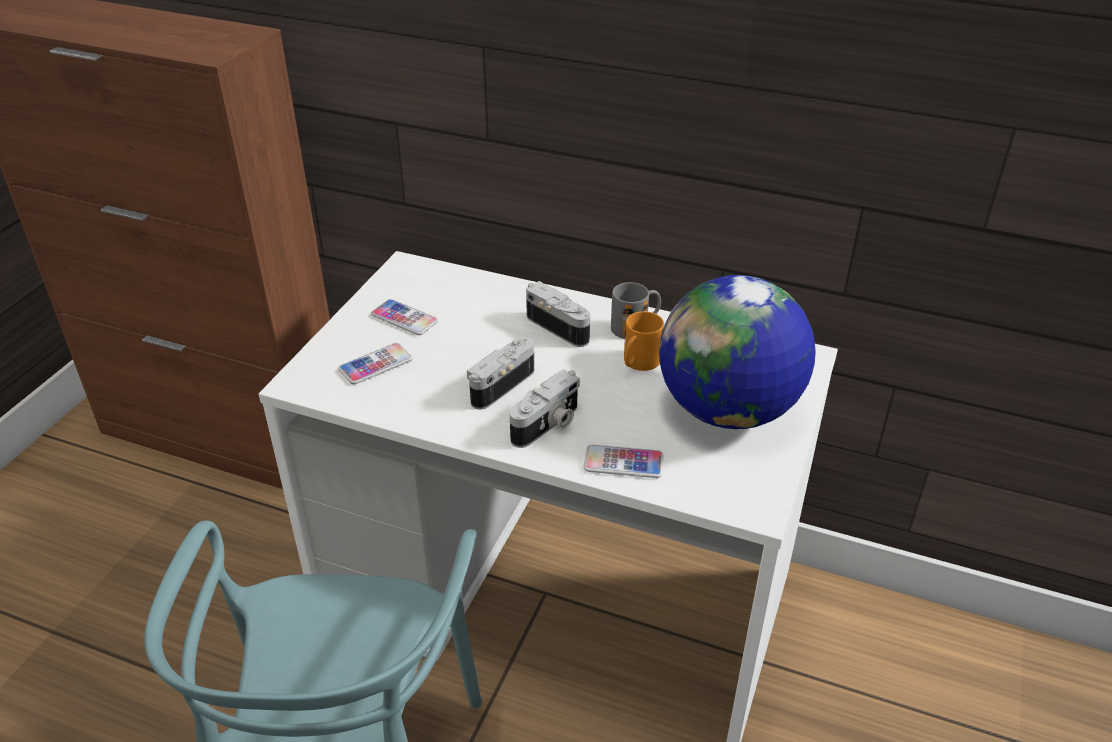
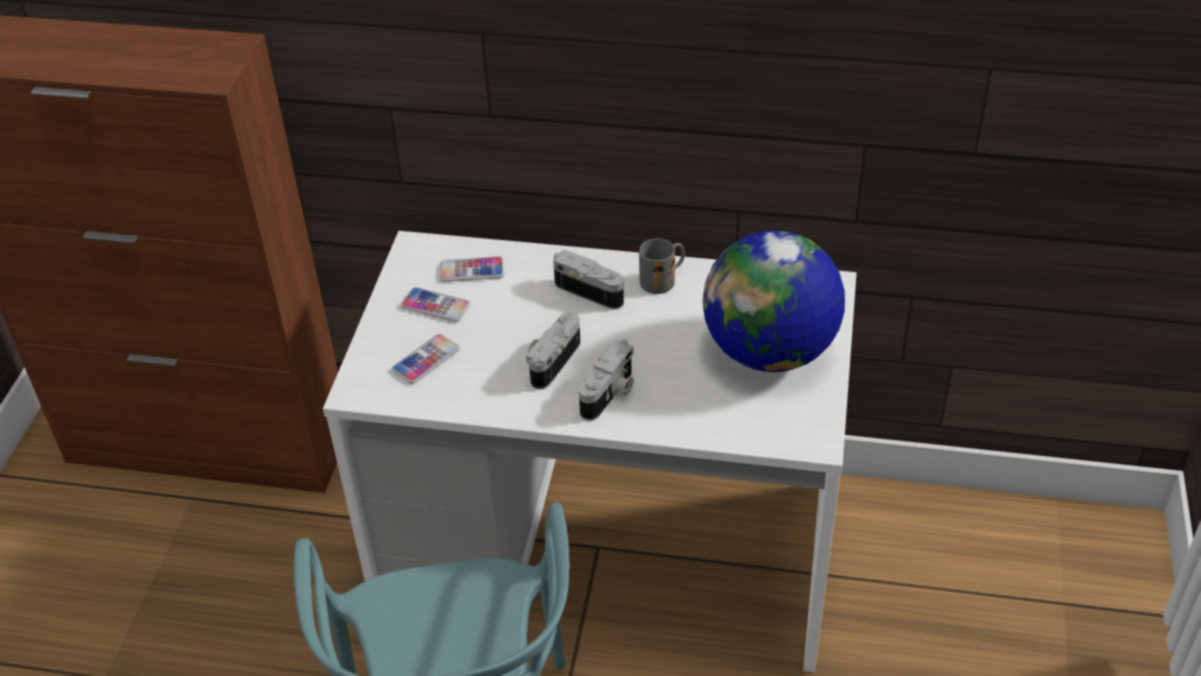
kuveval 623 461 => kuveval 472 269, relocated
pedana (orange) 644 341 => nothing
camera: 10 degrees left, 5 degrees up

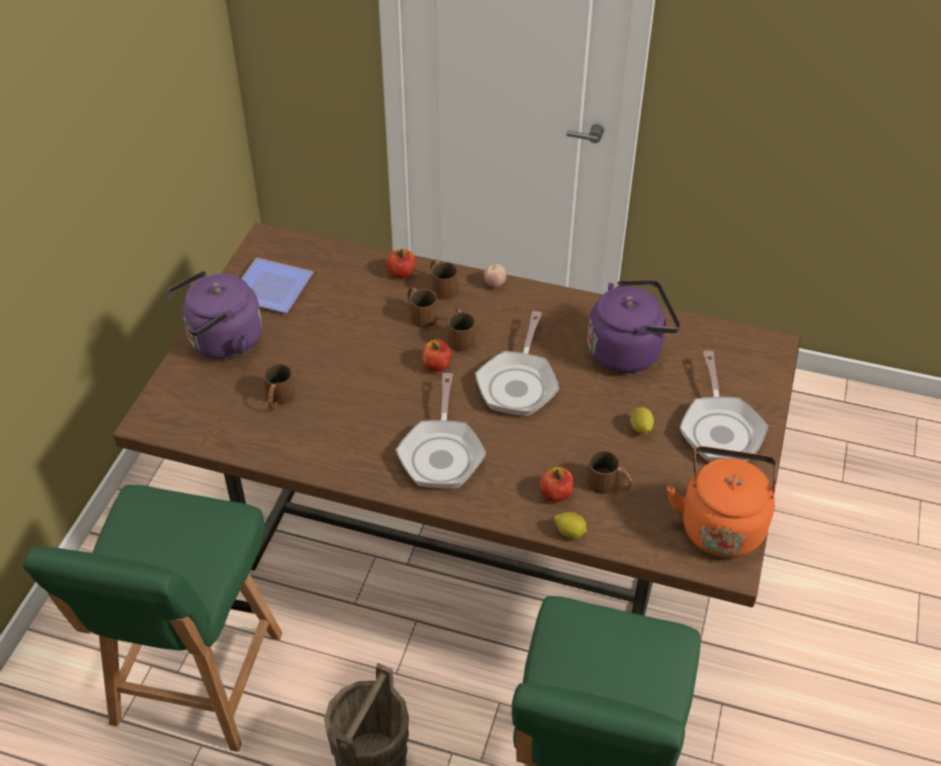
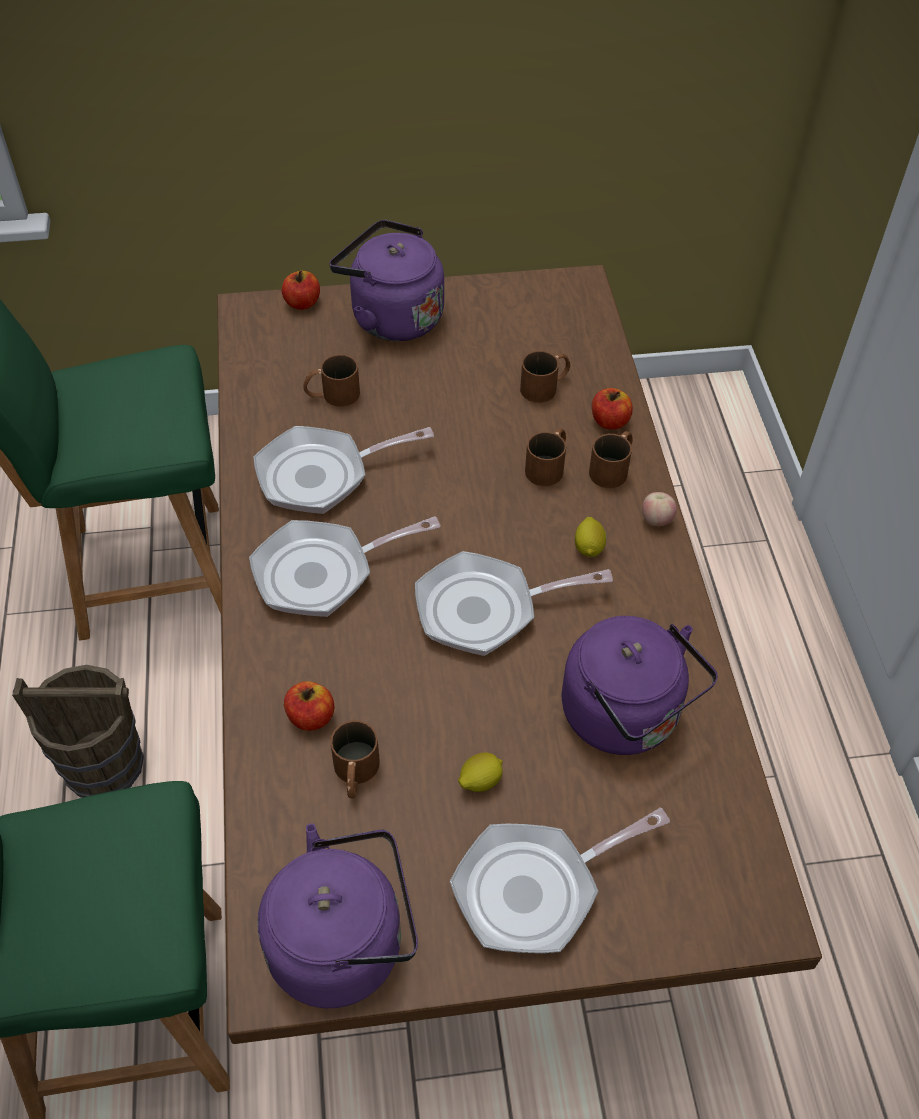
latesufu 277 285 => nothing
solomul 437 355 => solomul 301 290, relocated
pedana (brown) 461 329 => pedana (brown) 545 377, relocated
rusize 570 525 => rusize 591 537, relocated
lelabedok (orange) 722 502 => lelabedok (purple) 337 915
nothing => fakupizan 343 470
camera: 65 degrees right, 5 degrees up

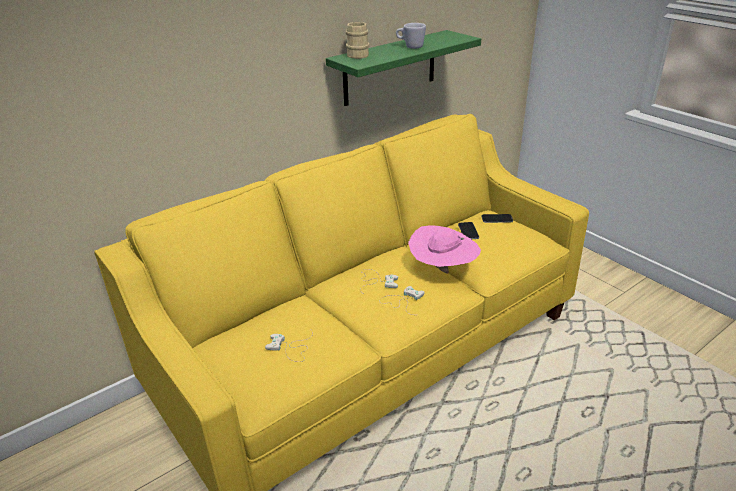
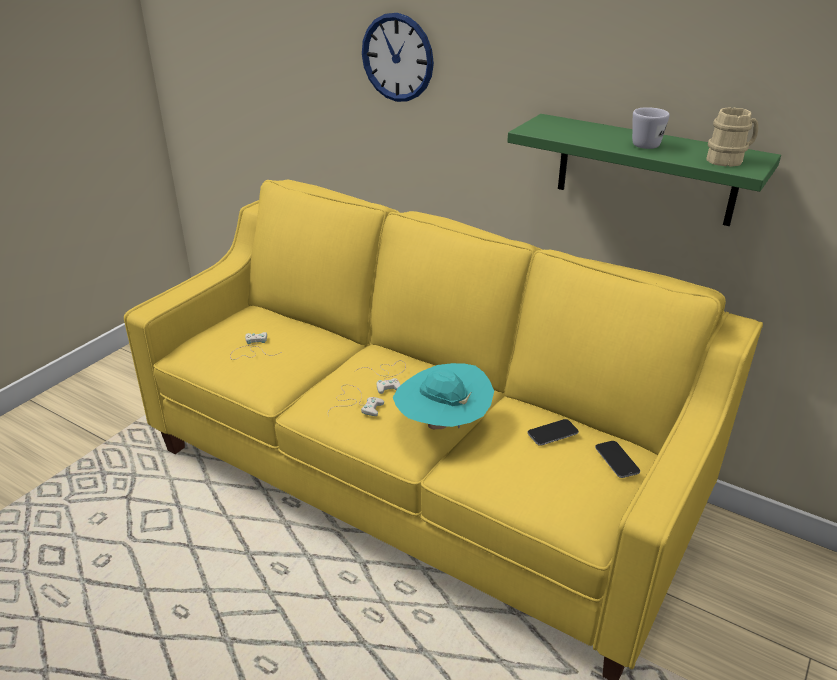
pedana (beige) 357 40 => pedana (beige) 732 137, relocated
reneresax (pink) 444 249 => reneresax (turquoise) 443 396
nothing => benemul 398 57
camera: 70 degrees right, 0 degrees up

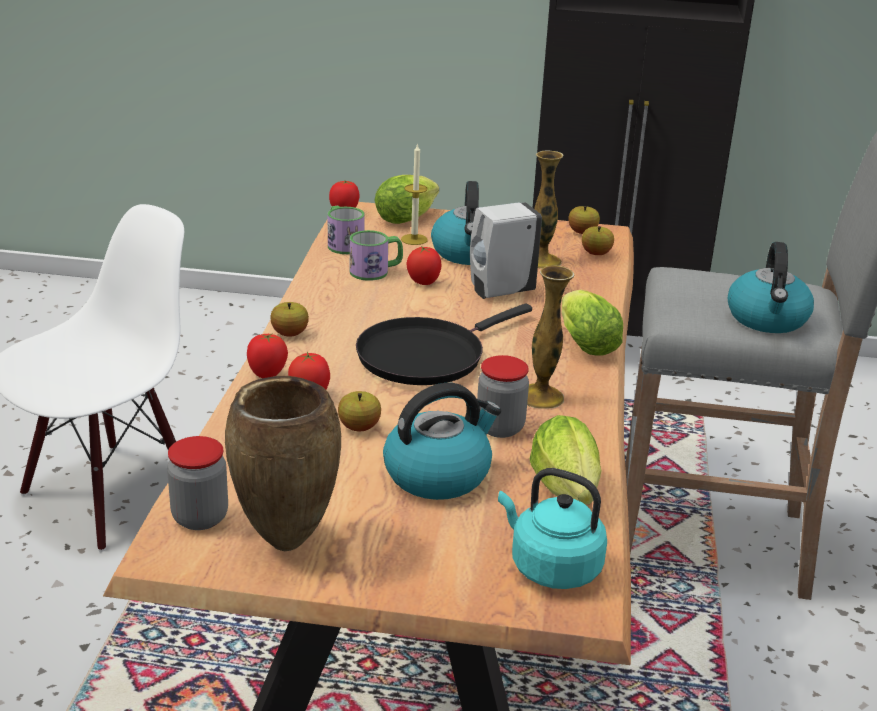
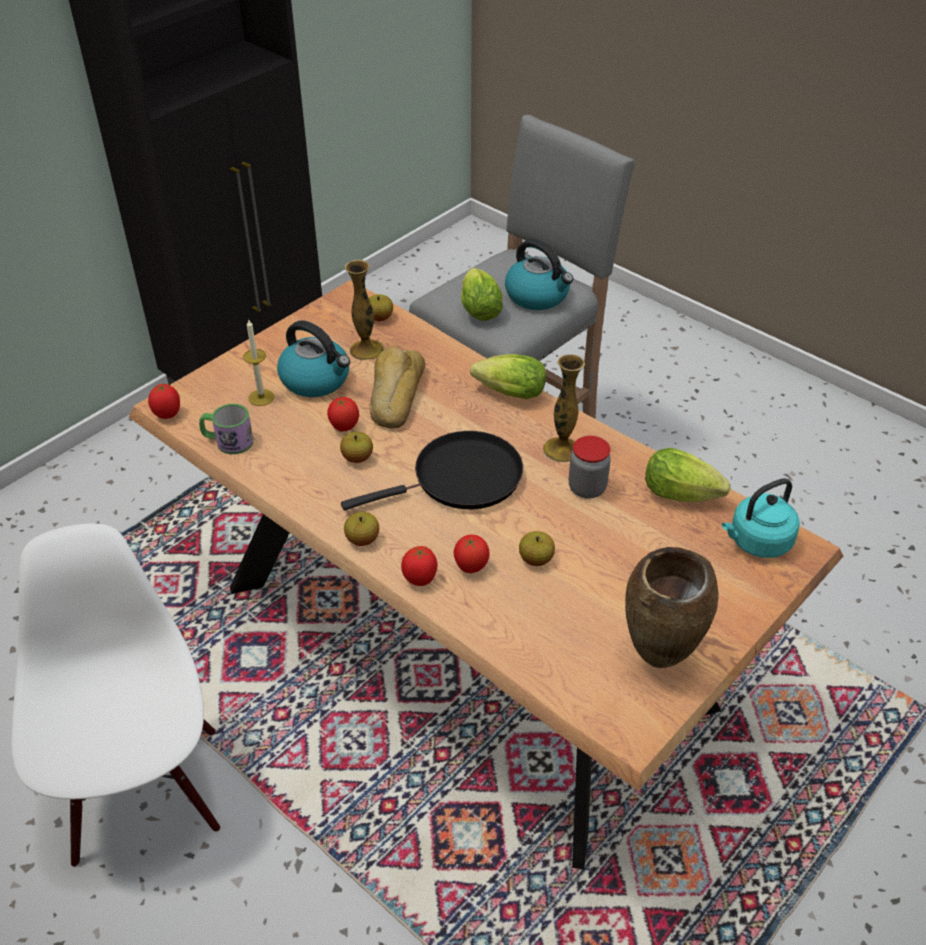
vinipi 197 483 => nothing
pedana 376 255 => nothing
fakupizan (black) 444 344 => fakupizan (black) 432 470, 105 degrees counterclockwise
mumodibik 407 199 => mumodibik 482 294, relocated
lelabedok 442 441 => nothing
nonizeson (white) 506 250 => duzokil 397 387
solomul 584 220 => solomul 356 447, relocated
camera: 55 degrees left, 15 degrees up

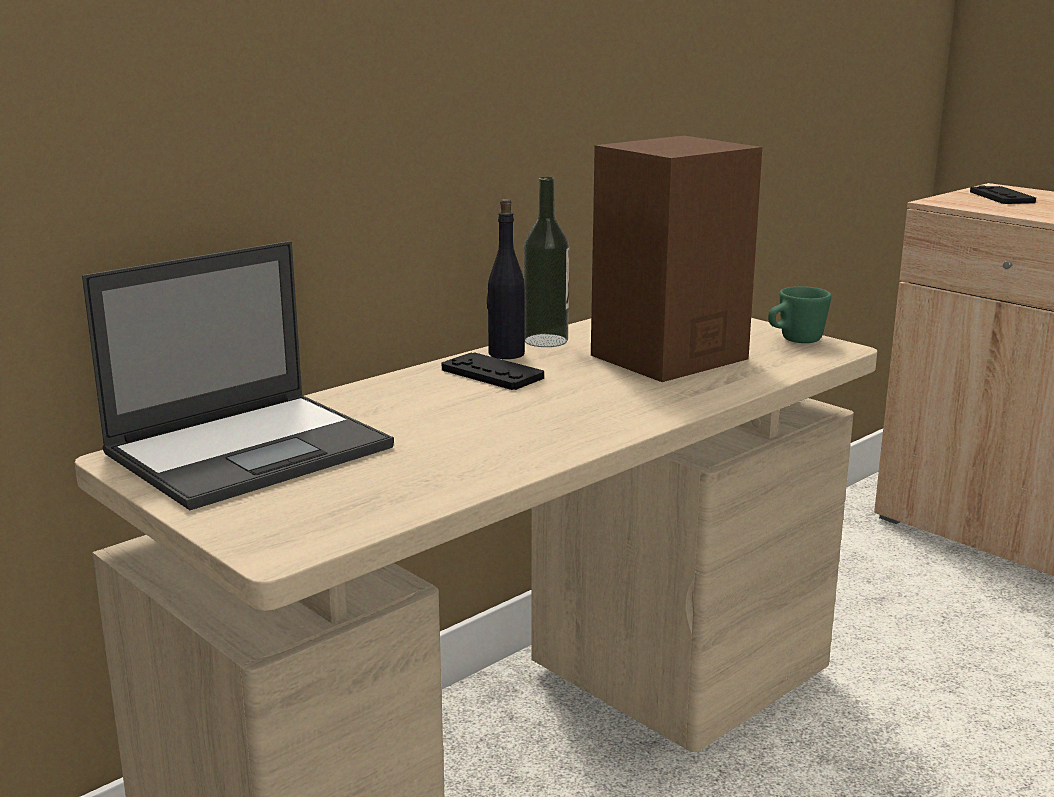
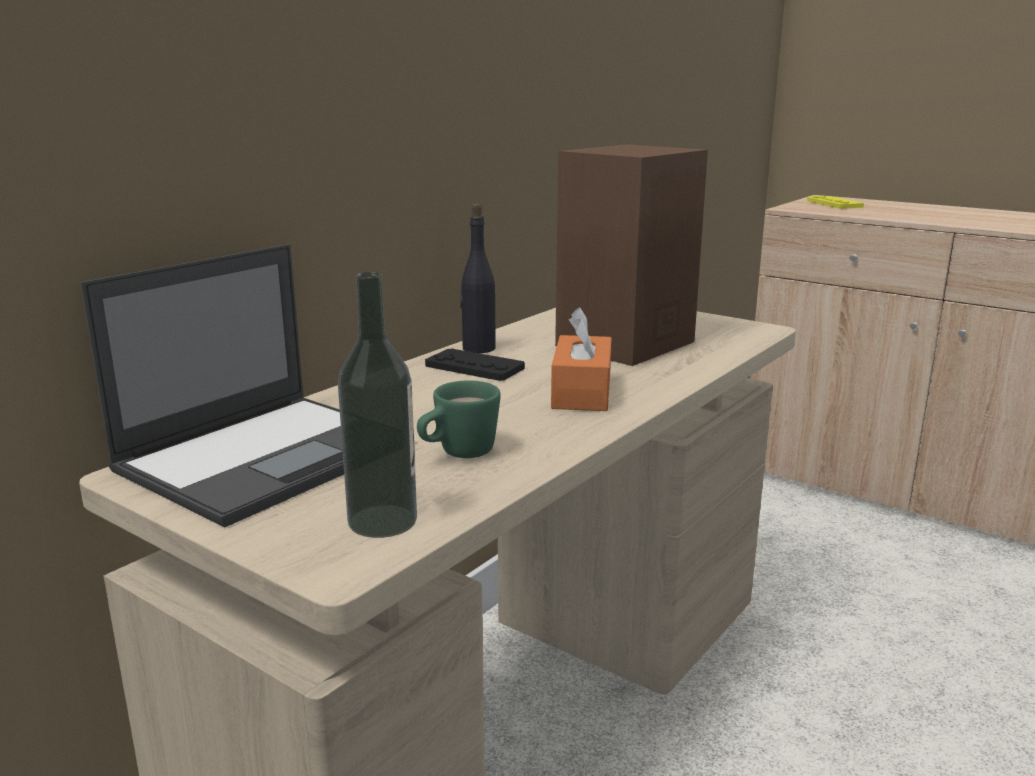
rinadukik 546 262 => rinadukik 377 405, relocated
pedana (green) 799 314 => pedana (green) 459 419, relocated
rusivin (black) 1003 194 => rusivin (yellow) 835 202
nothing => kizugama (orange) 581 359
camera: 10 degrees left, 0 degrees up

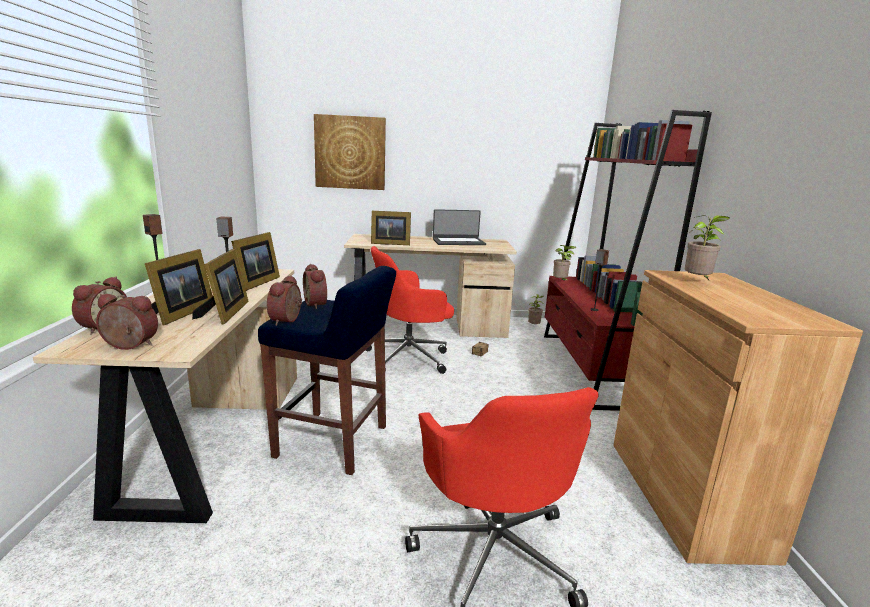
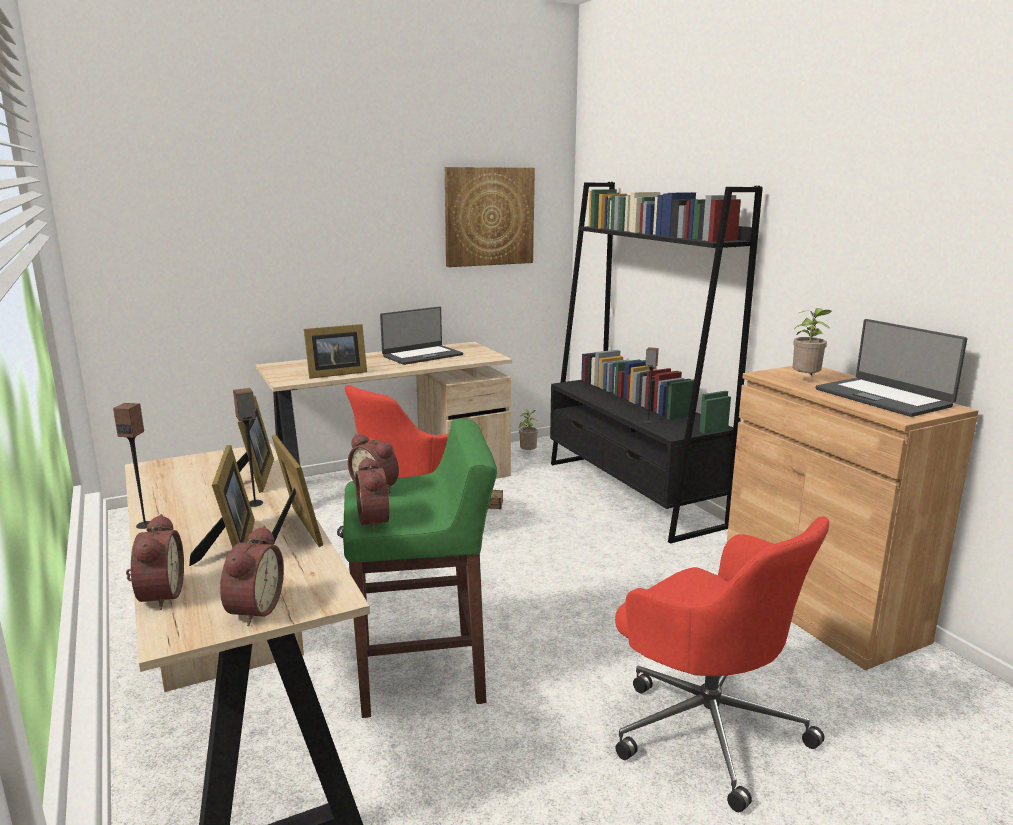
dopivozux 127 322 => dopivozux 252 576, 120 degrees clockwise
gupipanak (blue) 327 370 => gupipanak (green) 420 568
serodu 350 152 => serodu 490 217, relocated
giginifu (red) 628 260 => giginifu (black) 656 363
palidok 564 262 => nothing
nothing => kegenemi 891 368
camera: 25 degrees left, 0 degrees up

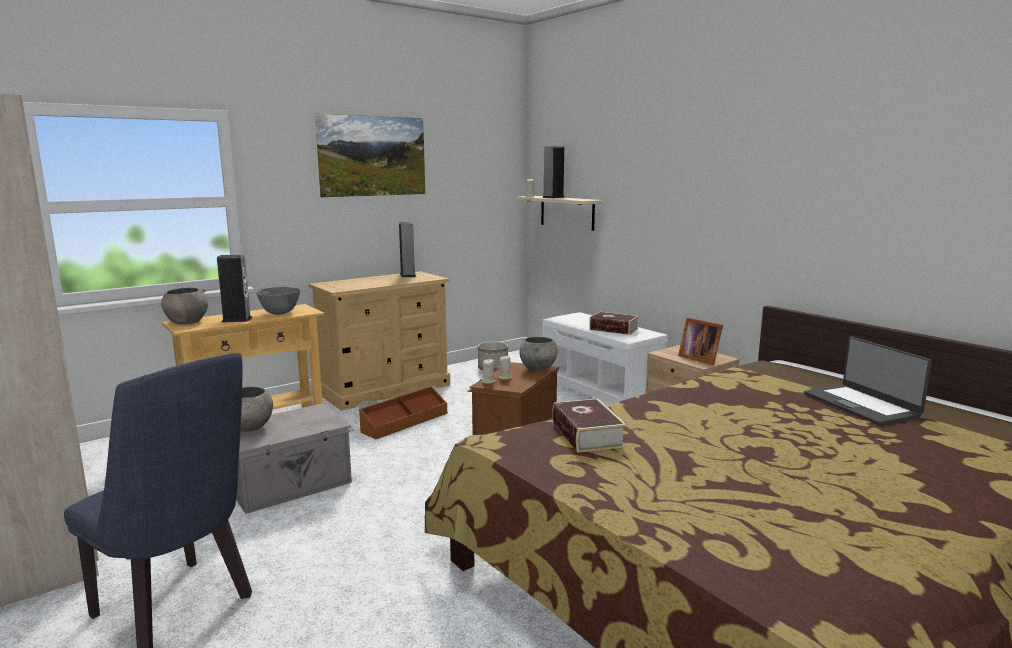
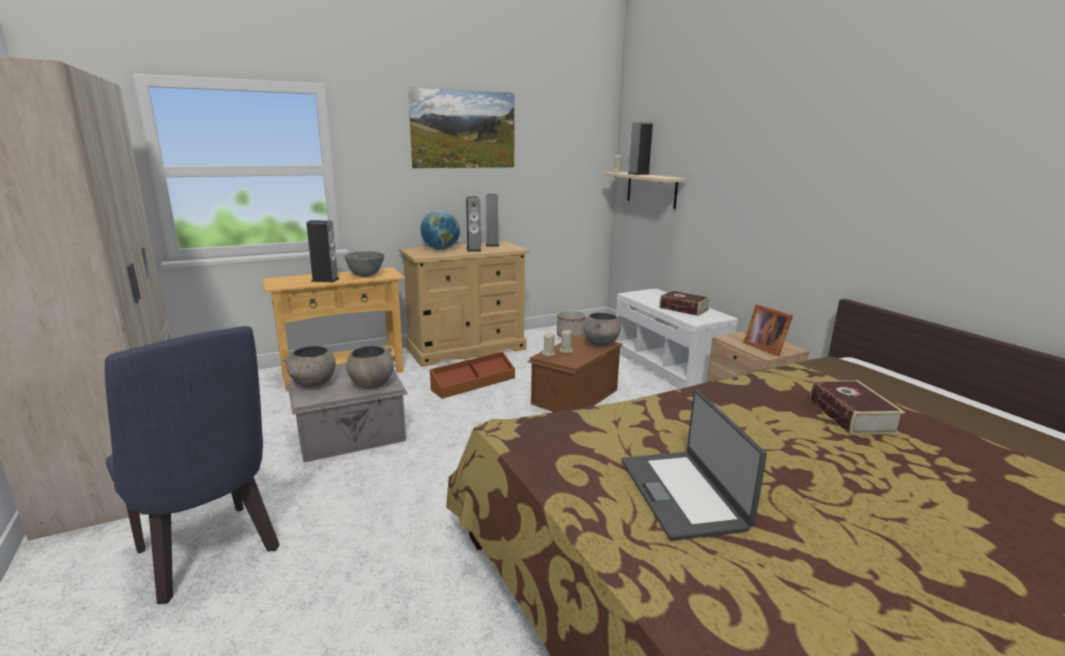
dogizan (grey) 184 306 => dogizan (grey) 370 367, relocated
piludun 589 425 => piludun 857 407, relocated
kegenemi 868 380 => kegenemi 694 465, relocated
nothing => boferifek 440 230
nothing => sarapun 474 224
camera: 10 degrees right, 5 degrees up

